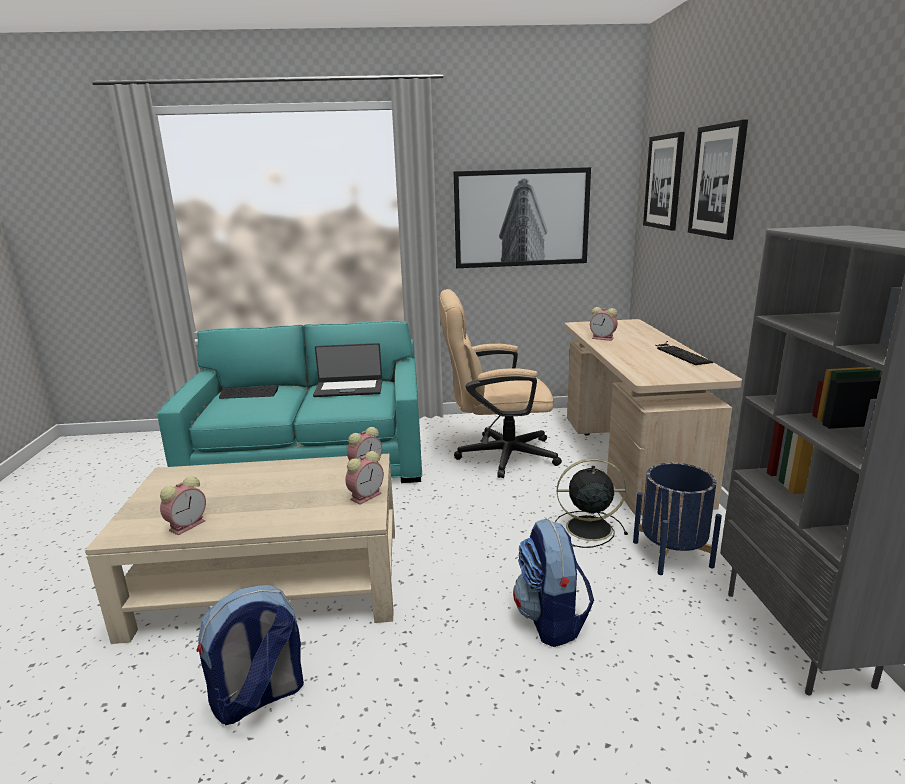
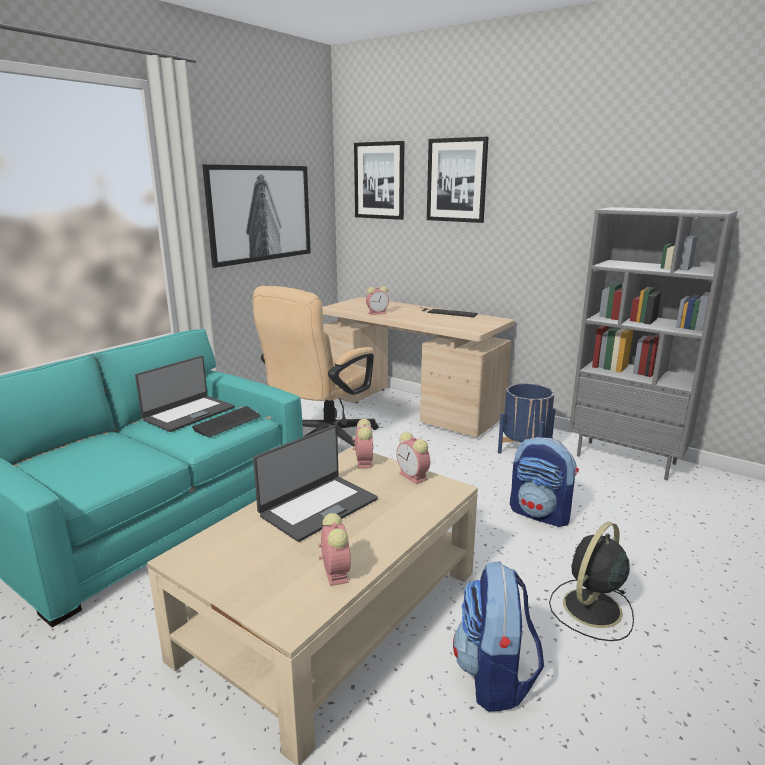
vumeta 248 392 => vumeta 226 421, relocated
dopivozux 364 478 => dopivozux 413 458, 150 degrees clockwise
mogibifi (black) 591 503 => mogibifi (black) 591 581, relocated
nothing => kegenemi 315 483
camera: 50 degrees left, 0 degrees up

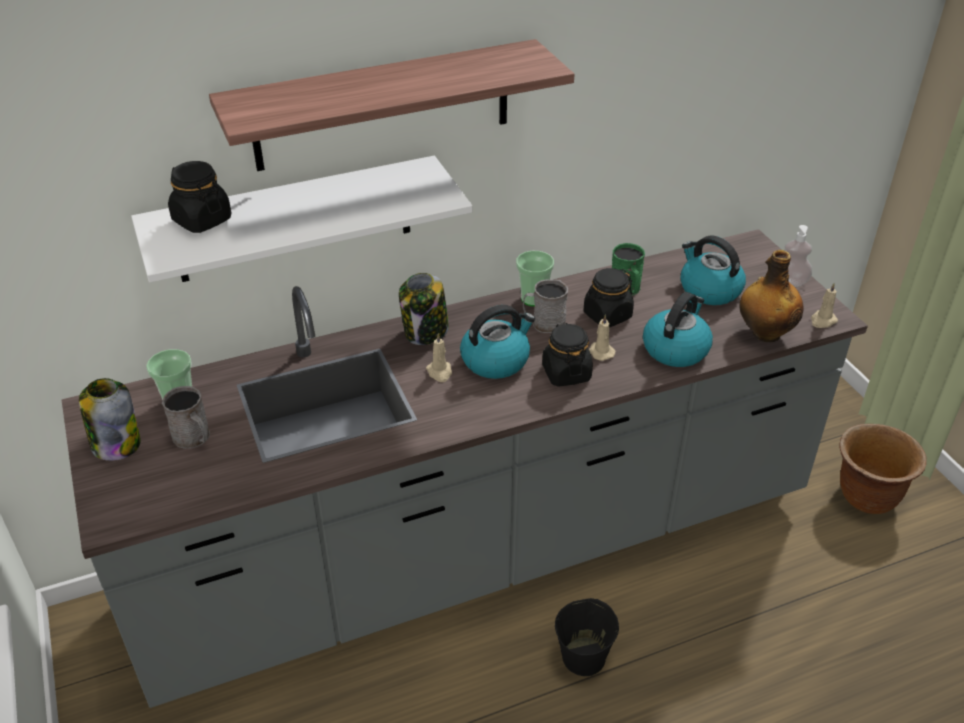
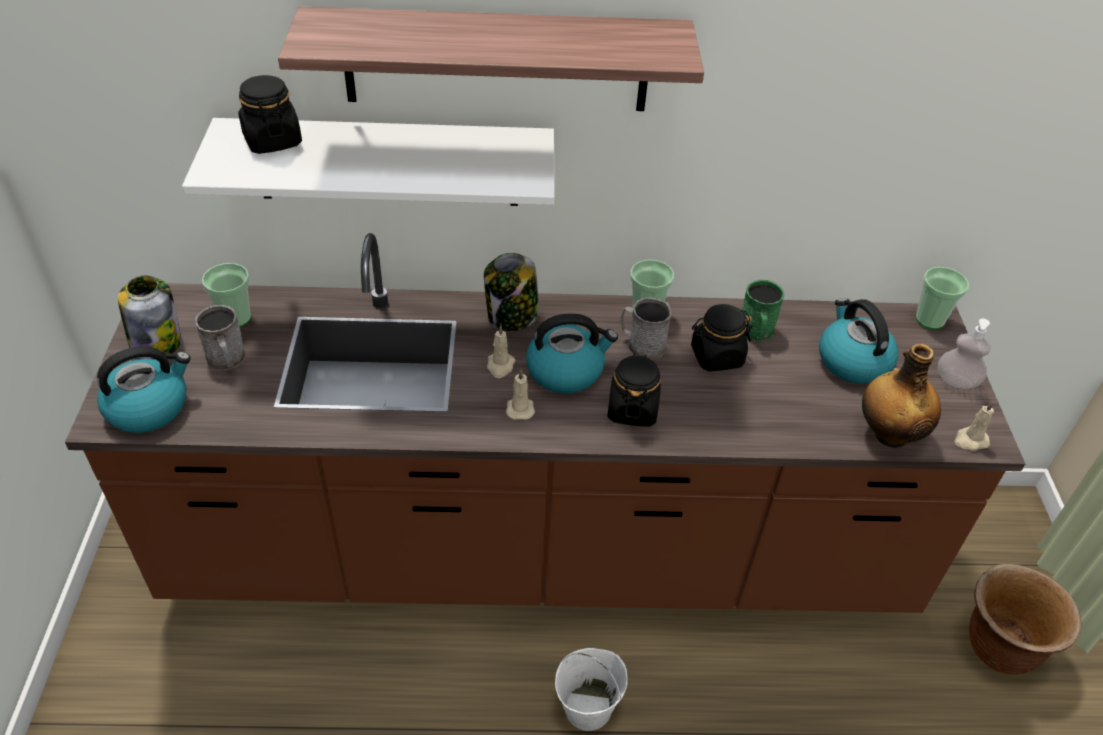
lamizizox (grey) 464 468 => lamizizox (brown) 545 423
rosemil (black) 587 637 => rosemil (white) 591 689
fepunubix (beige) 602 337 => fepunubix (beige) 520 395, relocated
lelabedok 678 329 => lelabedok 144 389, relocated
nothing => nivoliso 942 298
camera: 20 degrees right, 5 degrees up

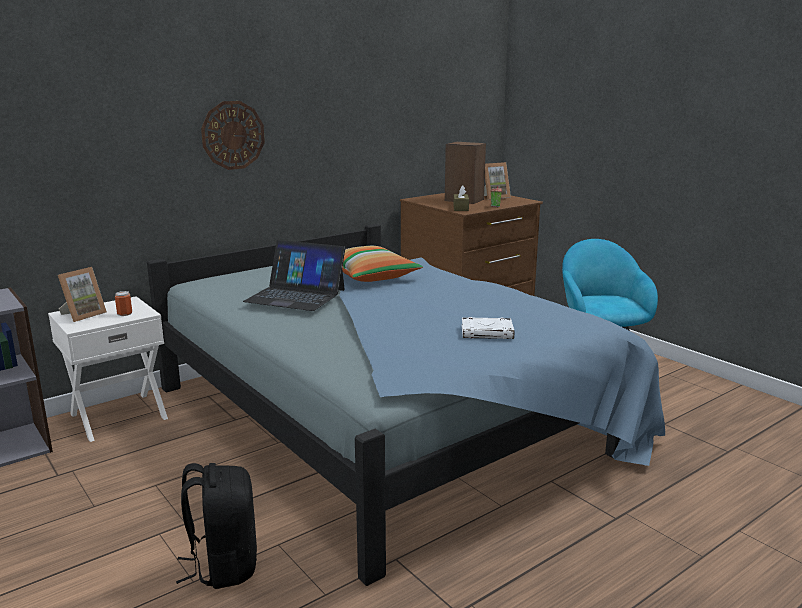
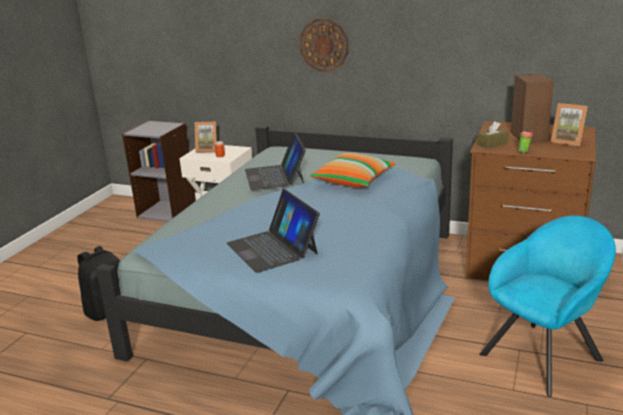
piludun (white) 488 328 => kegenemi 273 231
camera: 60 degrees right, 5 degrees up

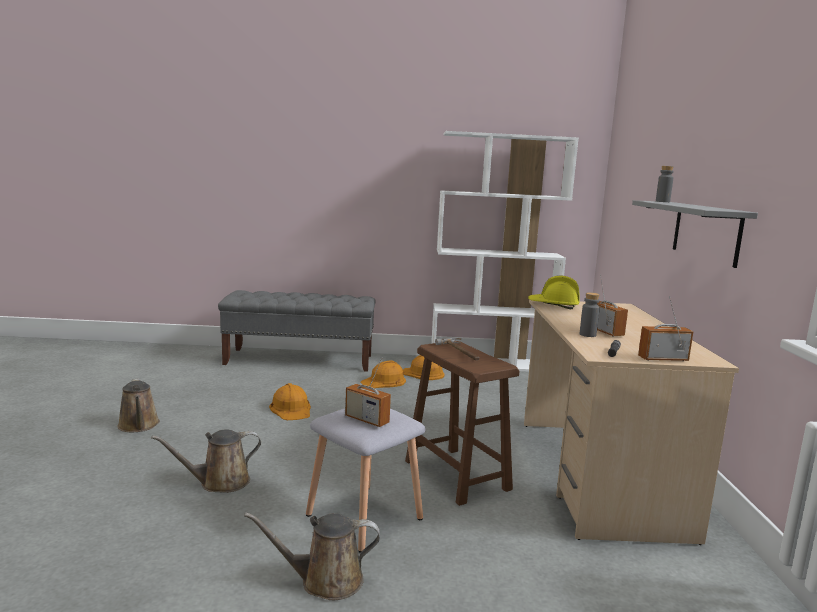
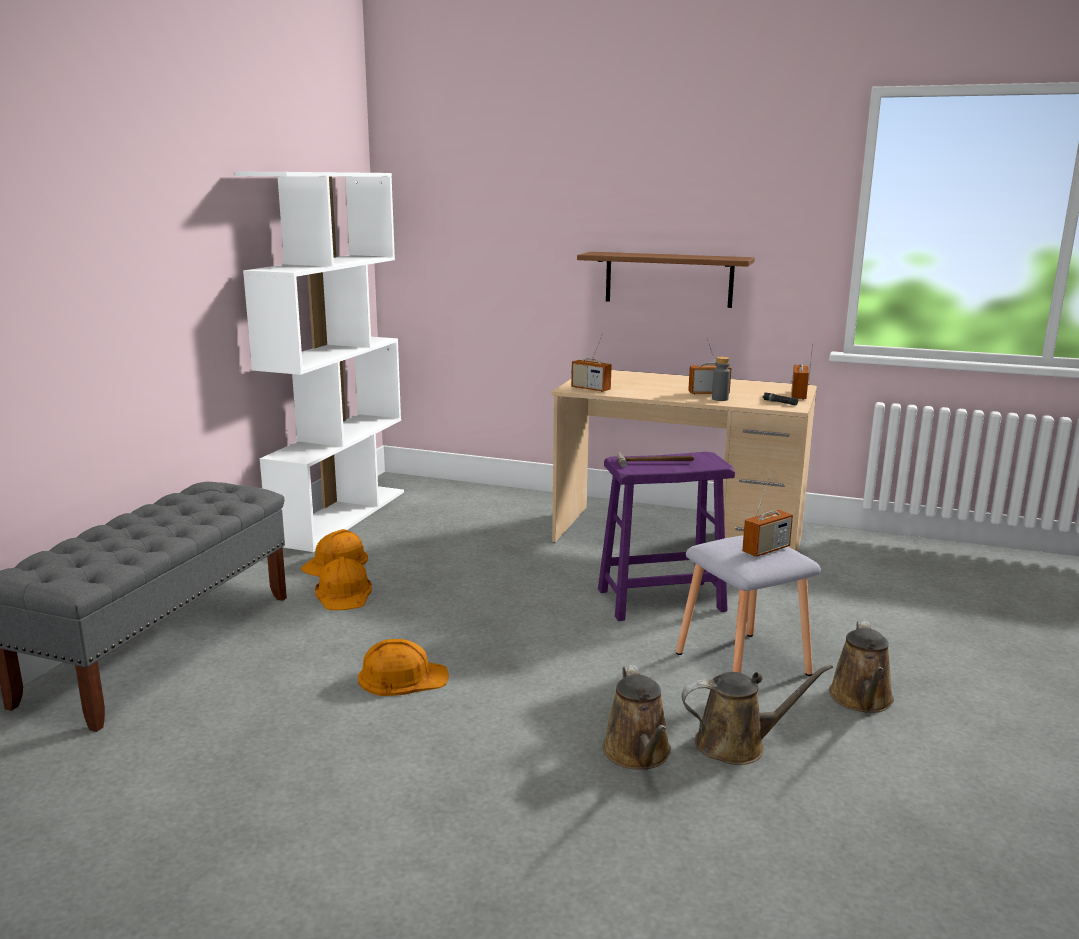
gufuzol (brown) 138 405 => gufuzol (brown) 757 714, relocated
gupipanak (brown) 462 423 => gupipanak (purple) 666 536
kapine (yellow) 554 292 => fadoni 591 362
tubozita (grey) 695 234 => tubozita (brown) 666 280
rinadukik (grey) 665 184 => nothing
camera: 70 degrees left, 5 degrees up

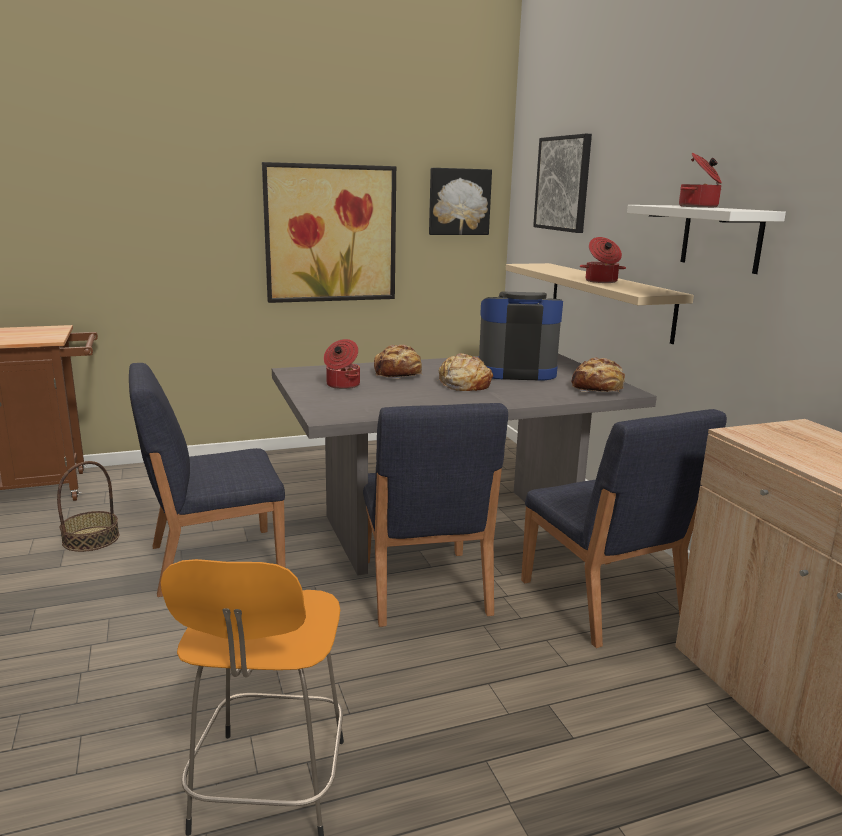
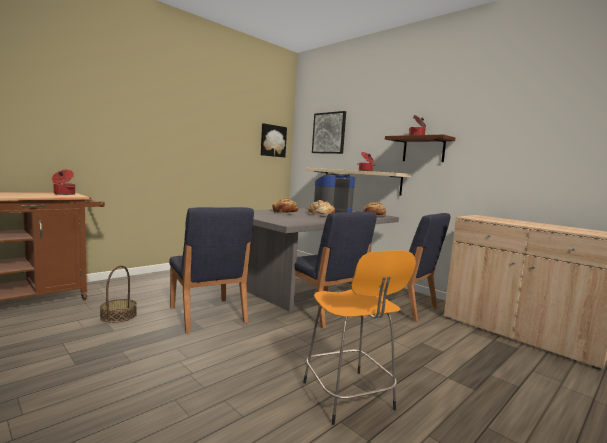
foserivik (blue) 207 480 => foserivik (blue) 212 270, 75 degrees counterclockwise
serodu 329 232 => nothing
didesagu 342 364 => didesagu 63 182, relocated
tubozita (white) 706 239 => tubozita (brown) 420 148
camera: 25 degrees left, 10 degrees down

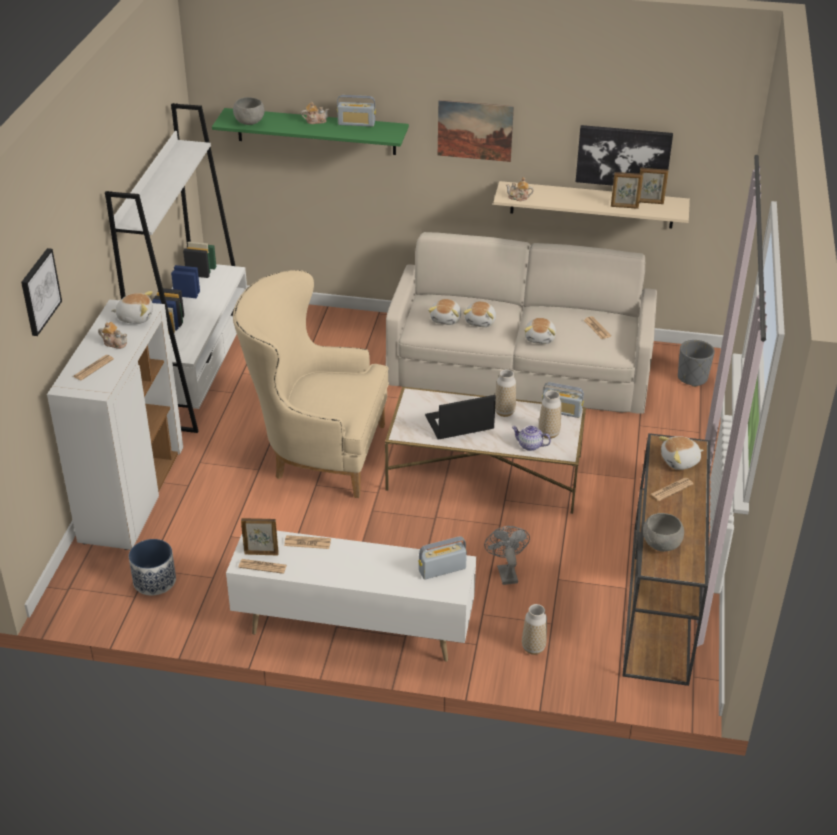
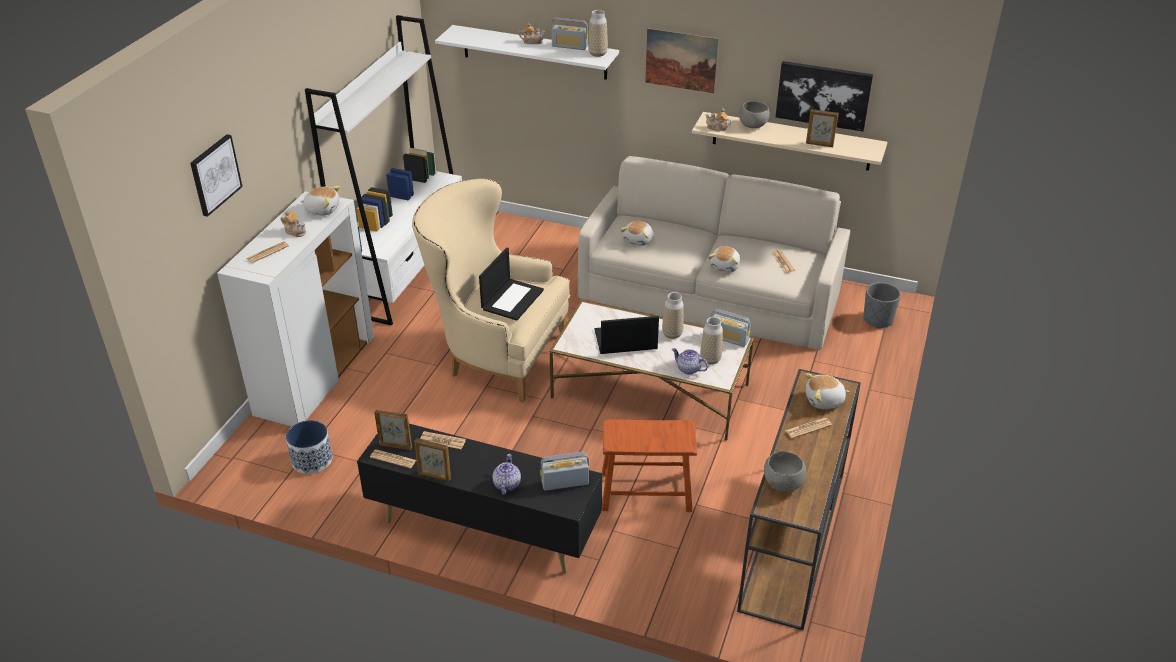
tubozita (green) 310 131 => tubozita (white) 527 52
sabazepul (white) 351 596 => sabazepul (black) 479 499
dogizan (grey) 249 111 => dogizan (grey) 754 114, relocated
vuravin 479 314 => nothing
mogibifi (grey) 507 555 => gupipanak (brown) 649 465
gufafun 534 629 => gufafun 598 33, relocated
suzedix 653 186 => suzedix 433 459, relocated
nothing => kegenemi 511 284
nothing => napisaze 507 474
camera: 10 degrees right, 0 degrees up

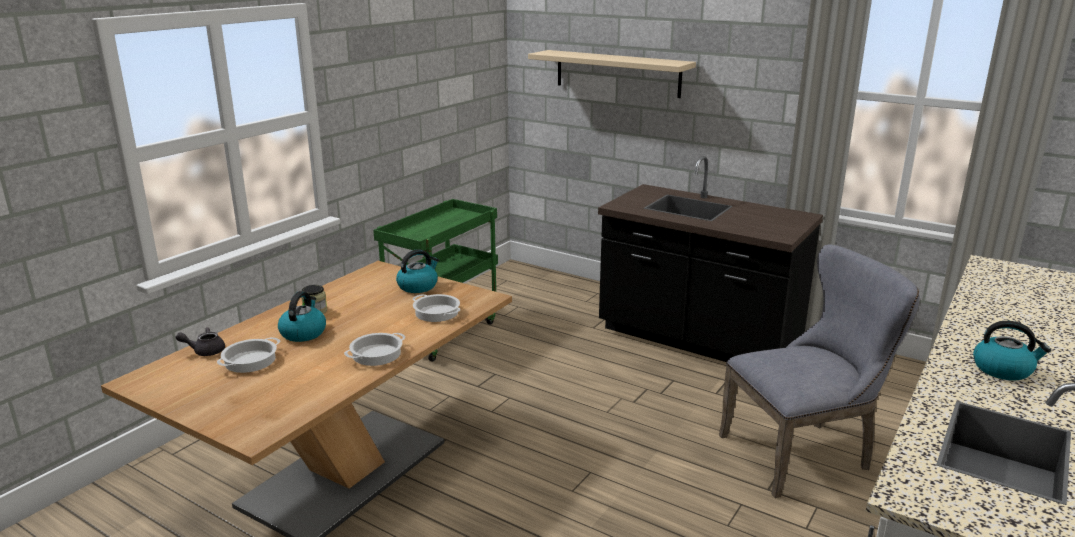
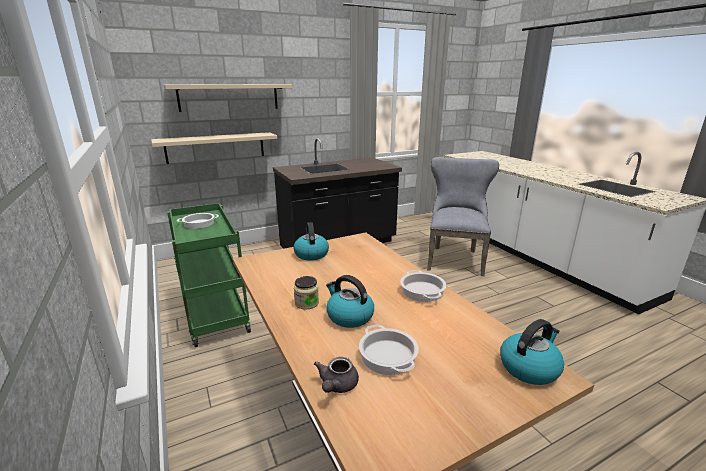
didesagu 436 308 => didesagu 198 221, relocated
lelabedok 1012 350 => lelabedok 532 352, relocated
nothing => tubozita (beige) 214 148
camera: 60 degrees left, 0 degrees up

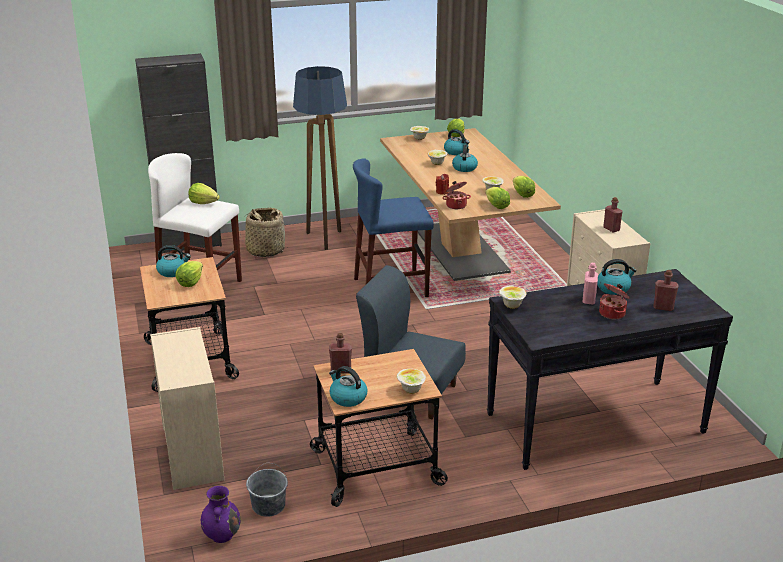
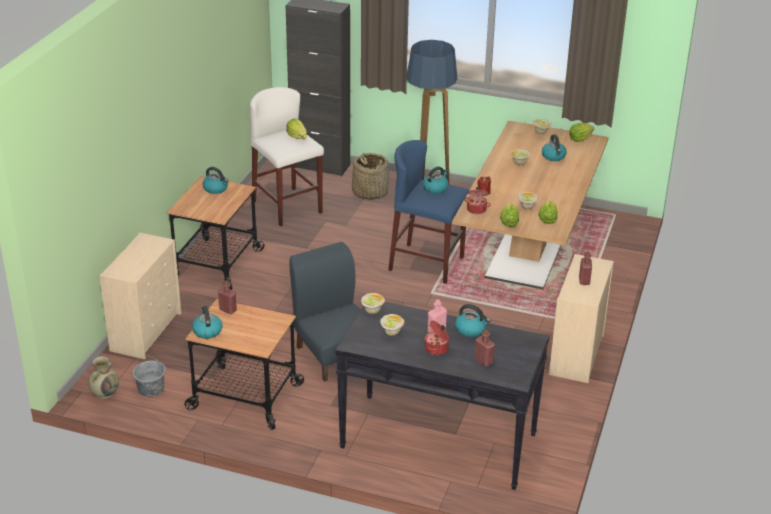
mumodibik 189 274 => nothing
gufafun (purple) 221 514 => gufafun (beige) 103 377
dogizan 411 381 => dogizan 392 325, relocated
lelabedok 465 158 => lelabedok 436 180, relocated
camera: 35 degrees right, 5 degrees up

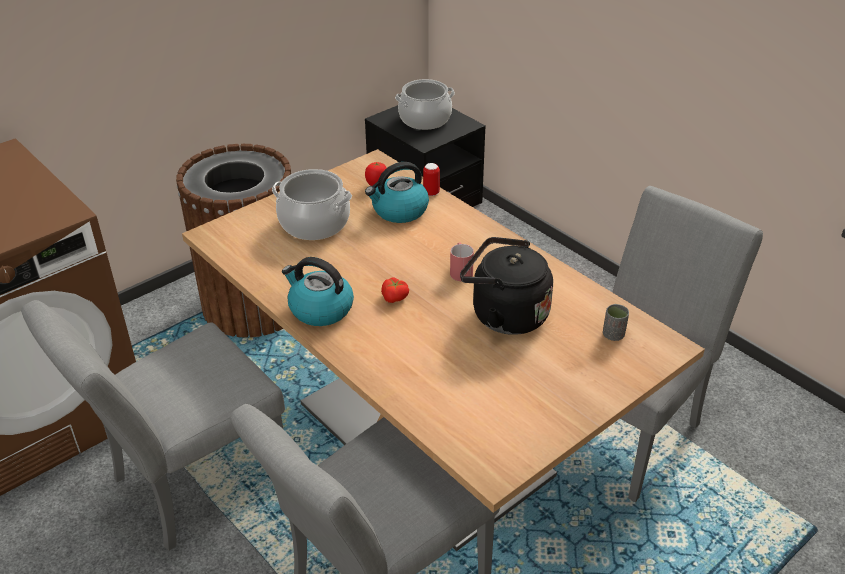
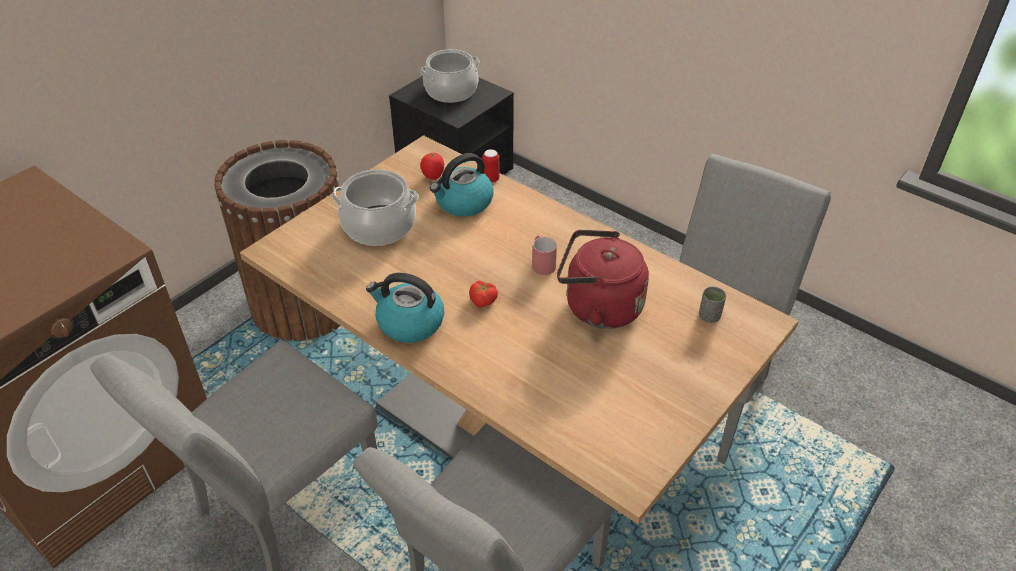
lelabedok (black) 506 286 => lelabedok (red) 603 279
camera: 10 degrees left, 5 degrees up

